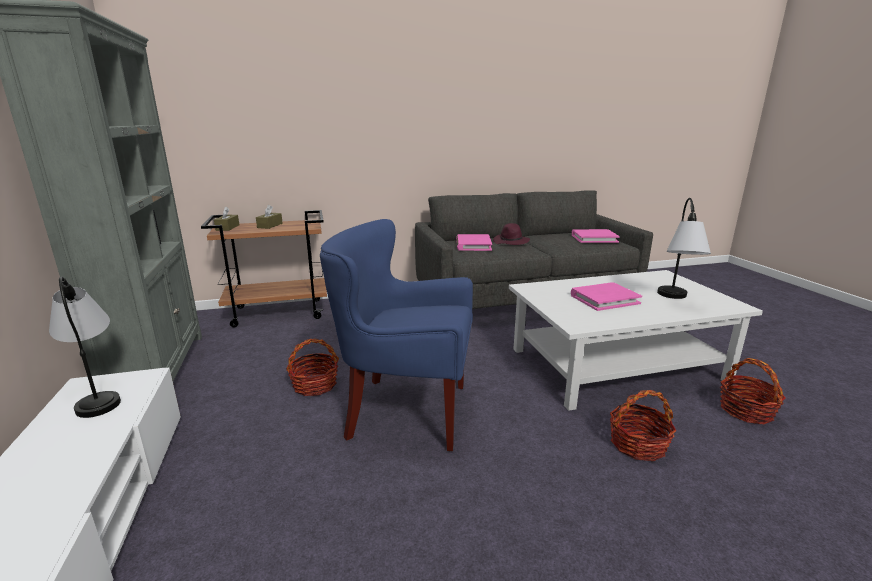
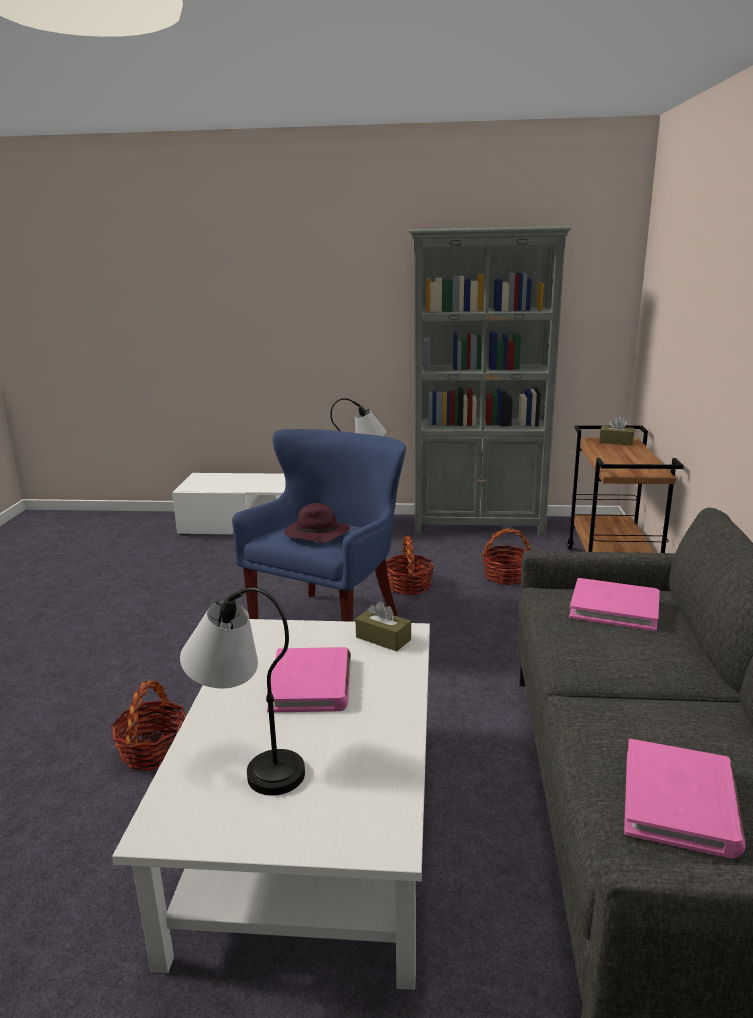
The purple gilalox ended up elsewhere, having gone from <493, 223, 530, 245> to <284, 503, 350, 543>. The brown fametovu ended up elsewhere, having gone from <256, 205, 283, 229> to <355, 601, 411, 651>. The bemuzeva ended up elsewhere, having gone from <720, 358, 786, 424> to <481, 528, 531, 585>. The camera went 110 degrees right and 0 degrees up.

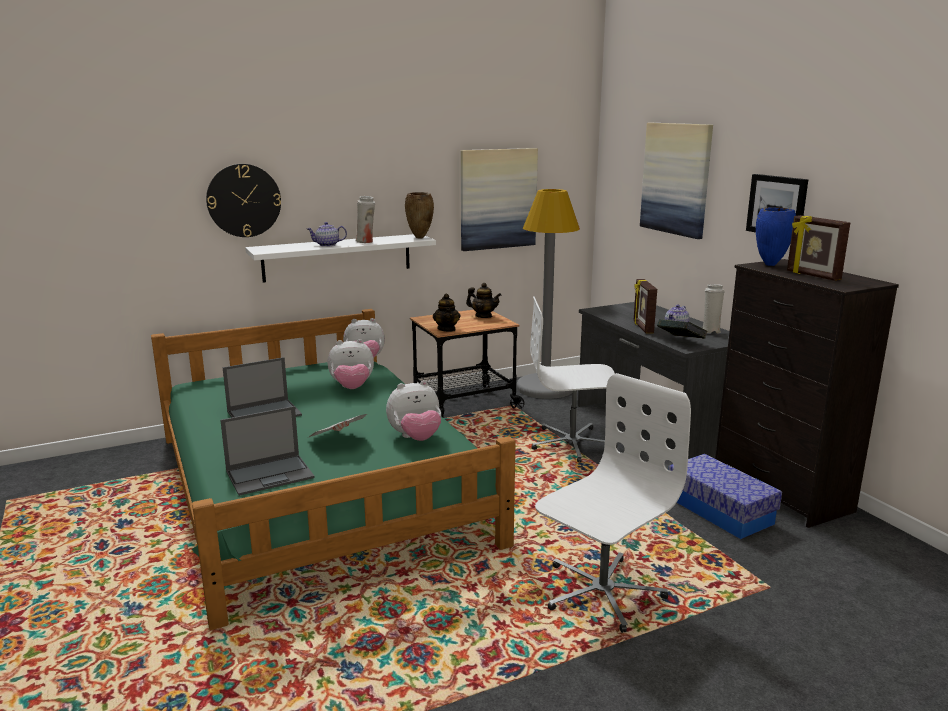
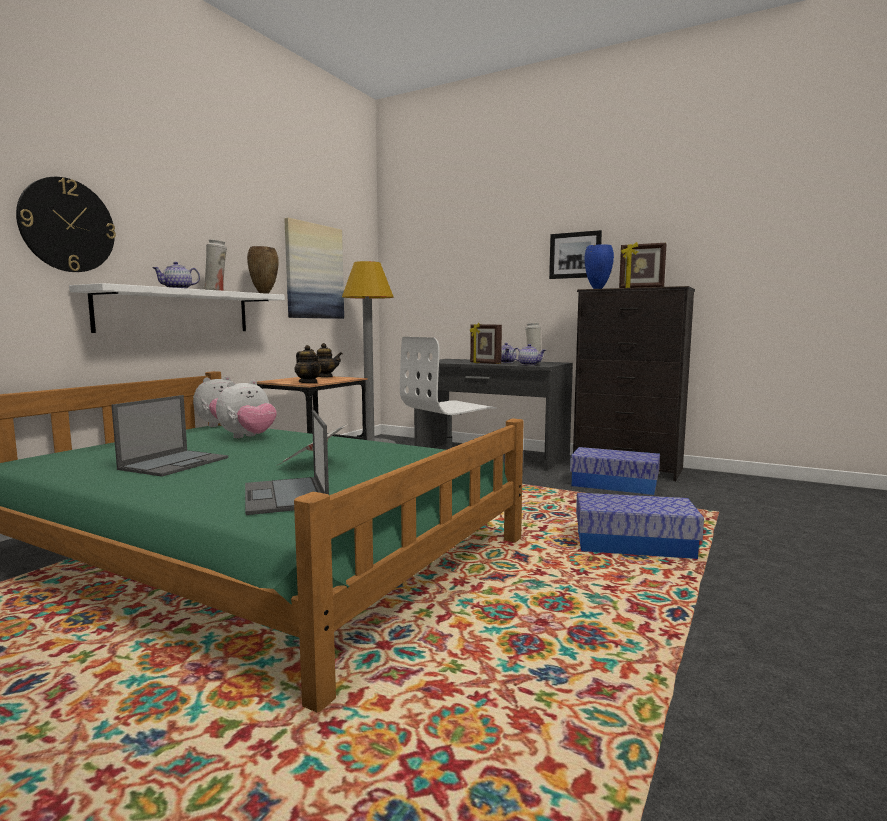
The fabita at <220, 406, 315, 496> ended up facing another way, 135 degrees clockwise from before. Where the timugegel stood at <657, 319, 708, 339>, the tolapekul came to stand at <512, 344, 546, 366>. Where the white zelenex stood at <535, 373, 691, 633>, the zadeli came to stand at <576, 493, 704, 559>. The second view lost the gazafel at <386, 380, 441, 441>. The second view lost the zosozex at <640, 123, 713, 239>. The camera went 35 degrees left and 10 degrees down.

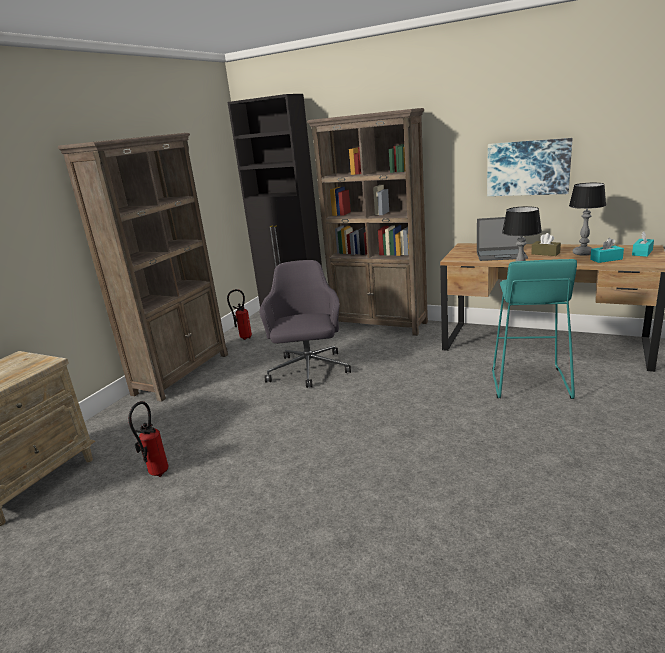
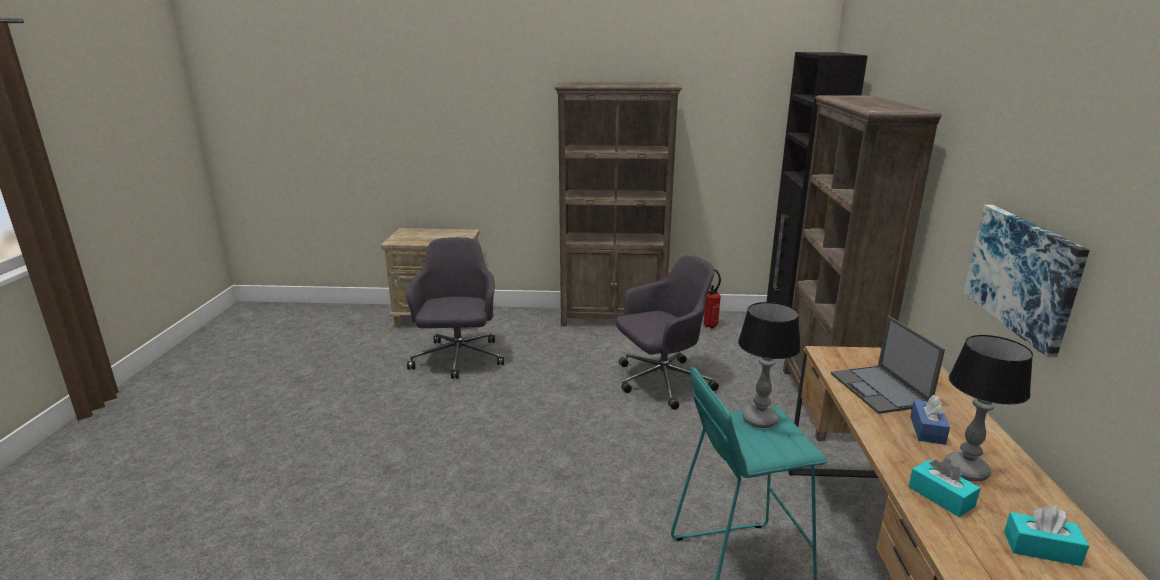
Where the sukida stood at <128, 401, 169, 477>, the grey zelenex came to stand at <405, 237, 504, 379>. What was the brown fametovu at <531, 233, 561, 256> turned into the blue fametovu at <910, 395, 950, 445>. The camera went 65 degrees right and 0 degrees up.

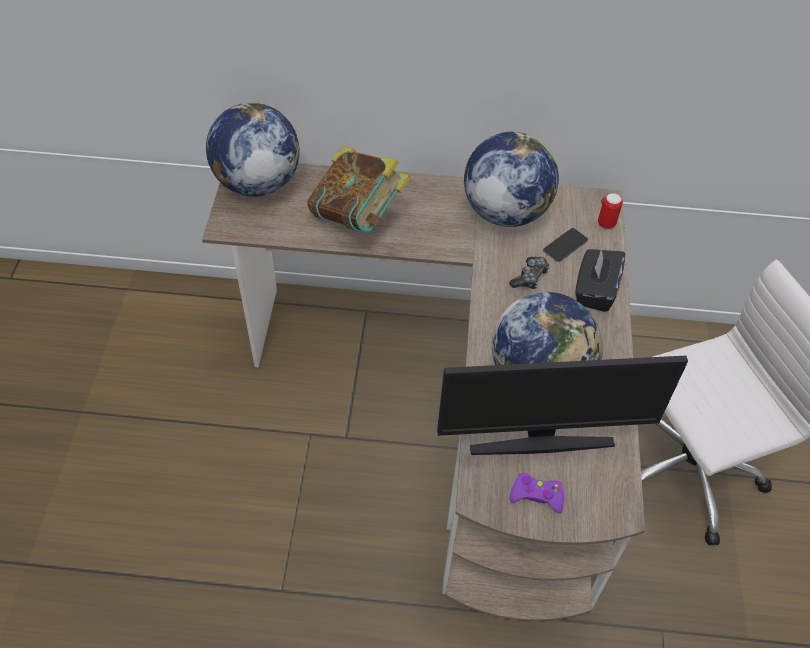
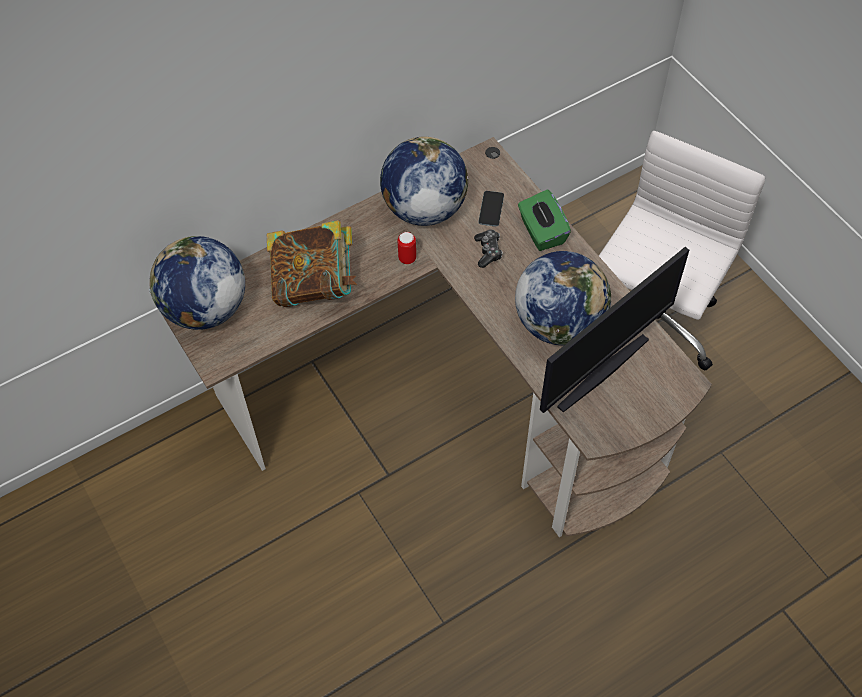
The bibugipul ended up elsewhere, having gone from <598, 193, 623, 229> to <398, 232, 416, 264>. What was the black fametovu at <575, 248, 625, 312> turned into the green fametovu at <518, 189, 571, 251>. The second view lost the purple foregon at <509, 473, 564, 513>. The camera went 35 degrees left and 5 degrees up.

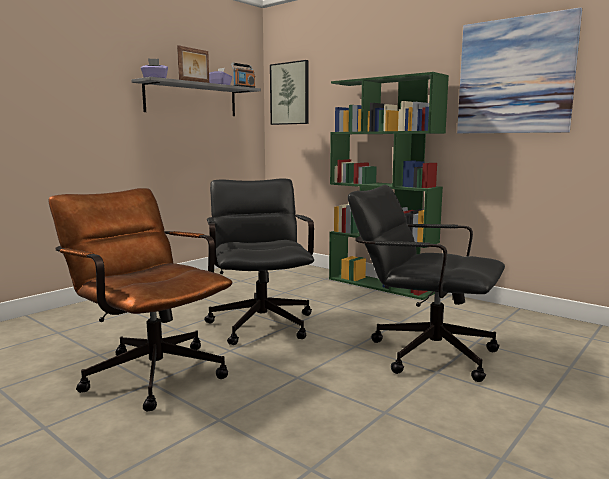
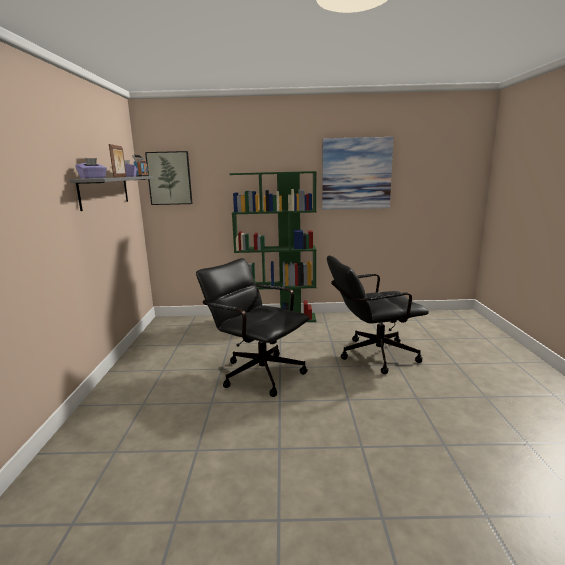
The second view lost the brown zelenex at <49, 188, 232, 412>. The camera went 40 degrees left and 5 degrees up.

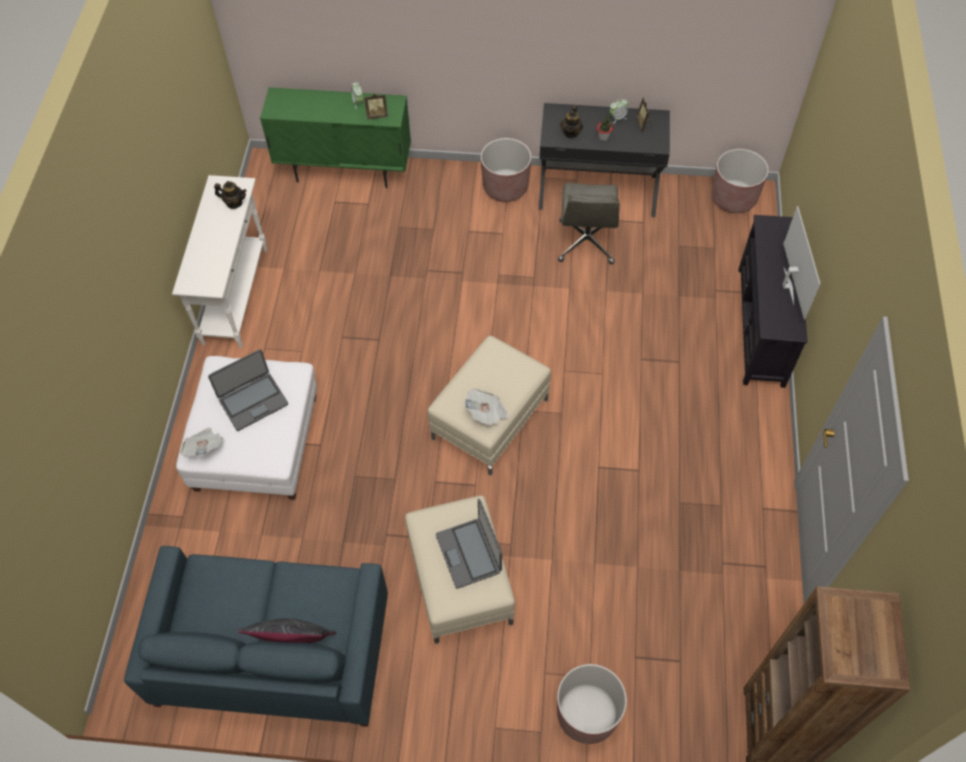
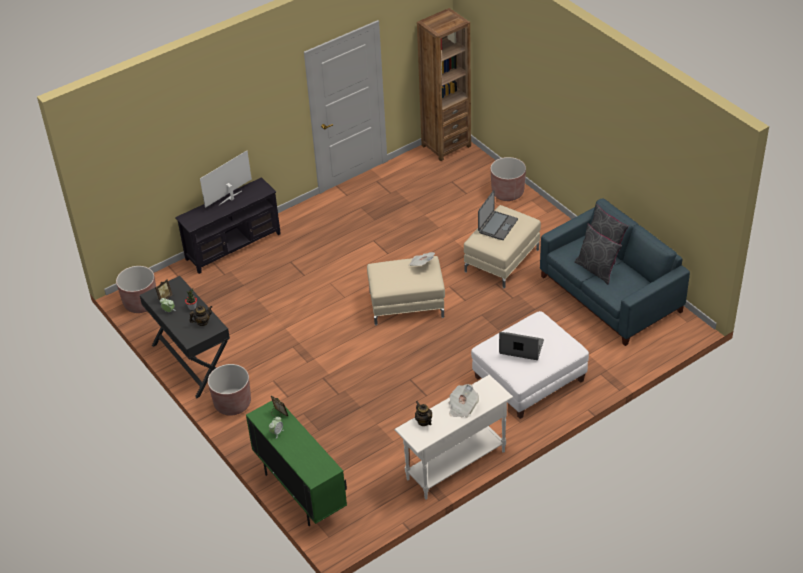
The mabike ended up elsewhere, having gone from <180, 428, 223, 457> to <448, 384, 479, 418>. The second view gained the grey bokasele at <575, 224, 622, 285>. The second view lost the grey zelenex at <558, 183, 620, 264>. The camera went 130 degrees left and 15 degrees down.

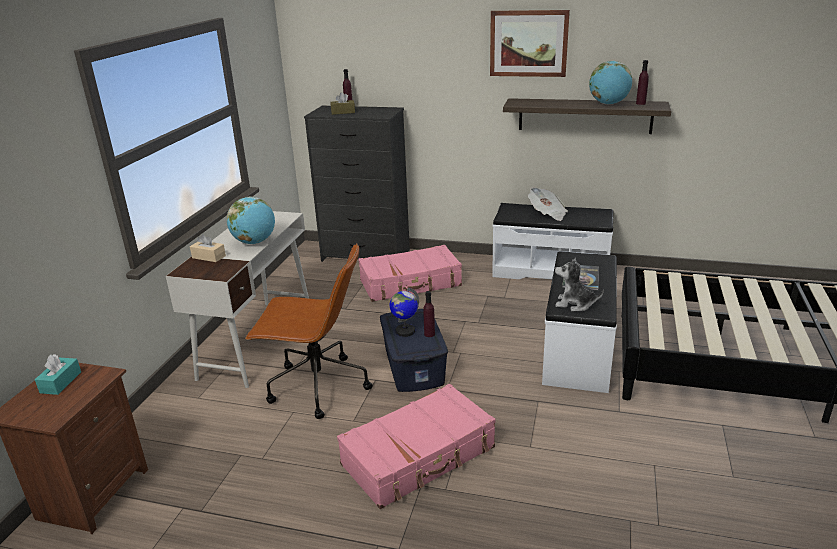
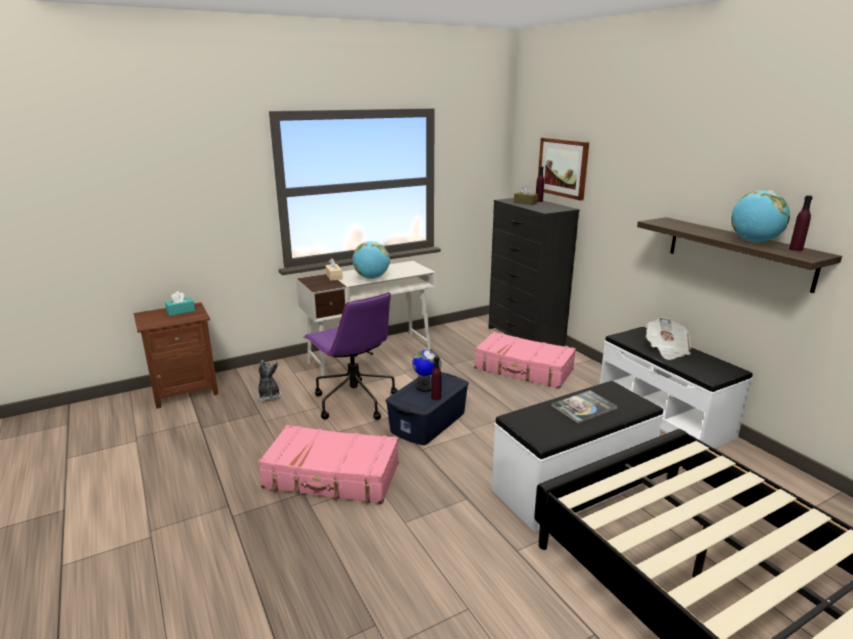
The gazafel ended up elsewhere, having gone from <555, 258, 604, 312> to <257, 360, 282, 402>. What was the brown zelenex at <245, 244, 373, 419> turned into the purple zelenex at <303, 292, 398, 420>. The zosozex ended up elsewhere, having gone from <490, 10, 570, 77> to <538, 138, 589, 201>. The camera went 45 degrees right and 5 degrees down.

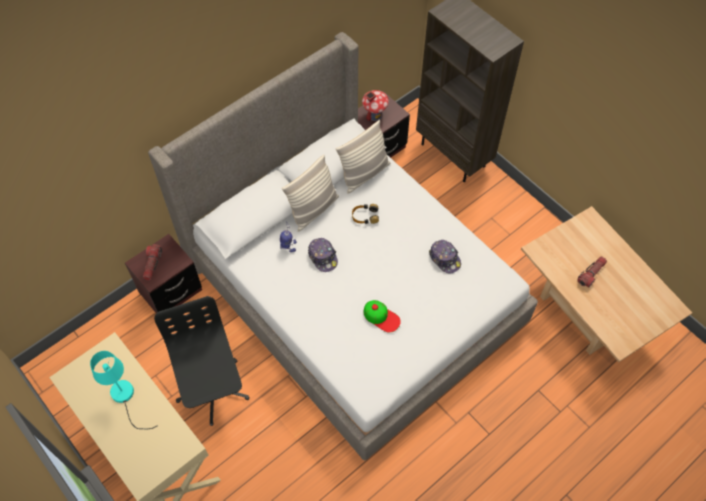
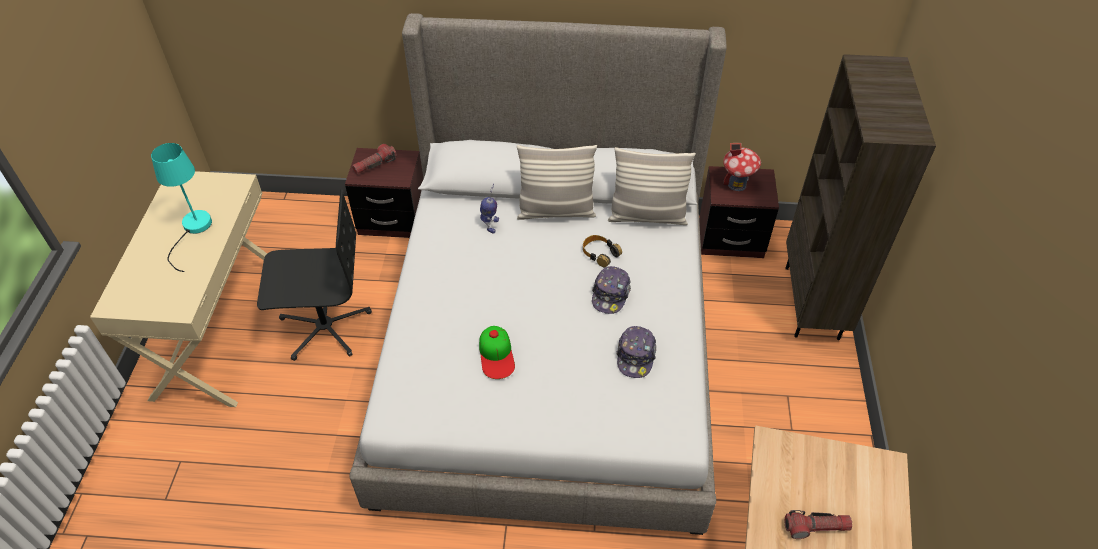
The black zelenex at <154, 296, 249, 426> ended up facing another way, 60 degrees clockwise from before. The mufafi ended up elsewhere, having gone from <308, 238, 338, 272> to <592, 266, 631, 314>. The camera went 45 degrees right and 10 degrees down.

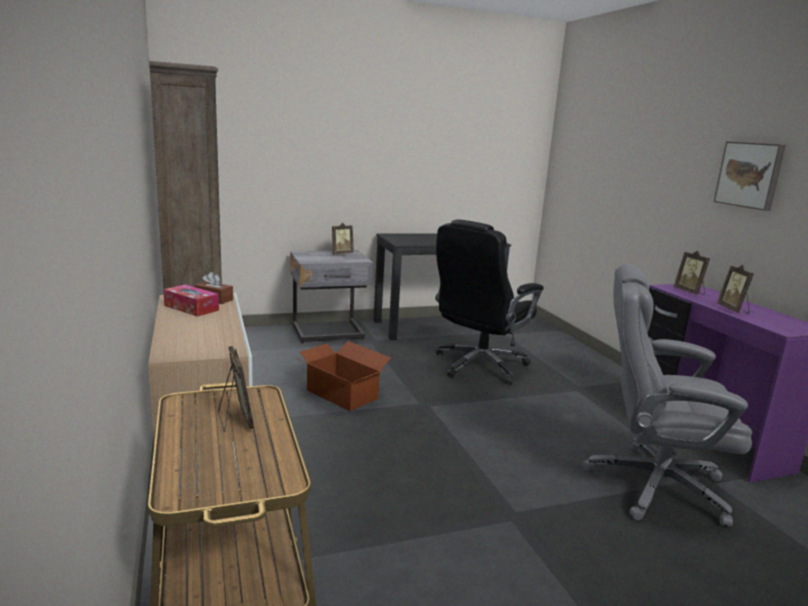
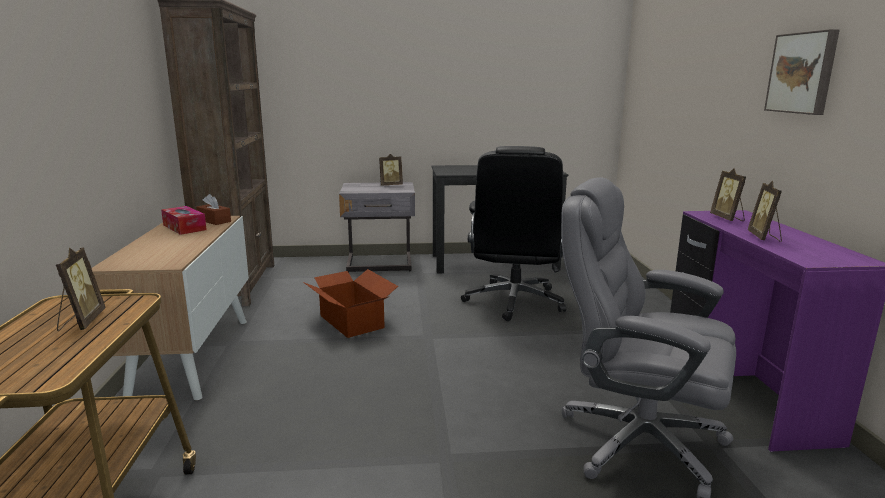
The black zelenex at <435, 219, 544, 385> ended up facing another way, 45 degrees counterclockwise from before. The camera went 15 degrees right and 0 degrees up.

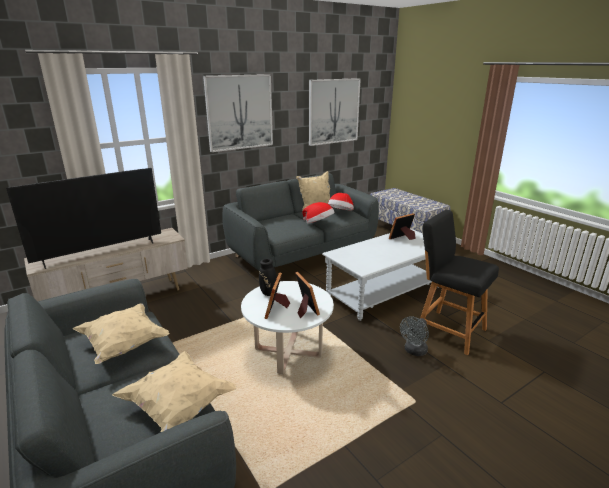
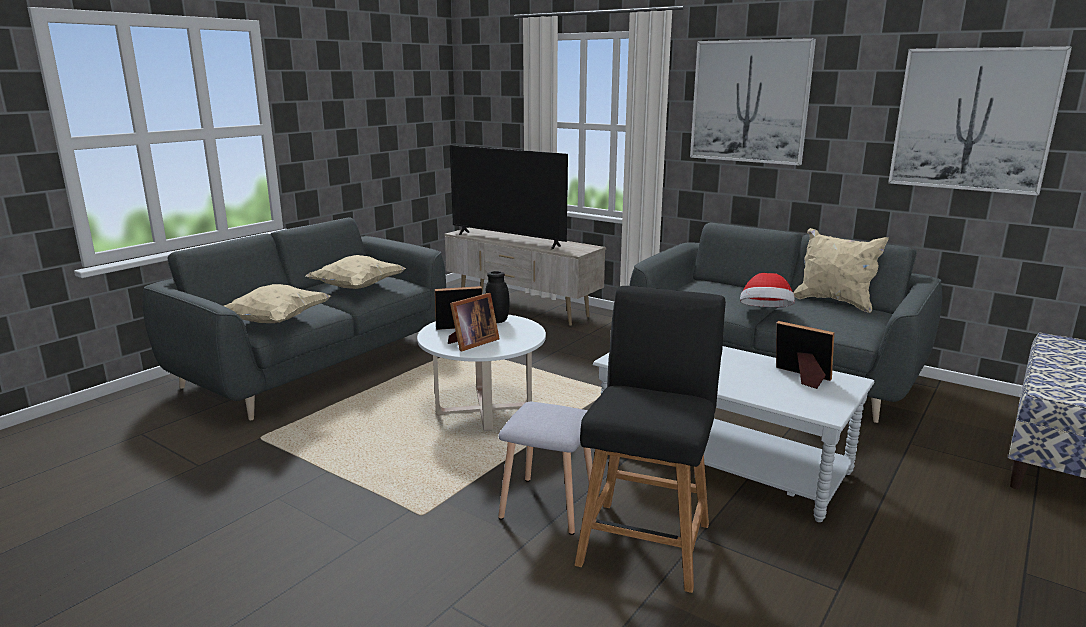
Where the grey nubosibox stood at <400, 316, 429, 356>, the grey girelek came to stand at <498, 402, 593, 535>. The second view lost the gilalox at <328, 193, 354, 211>. The camera went 70 degrees right and 5 degrees down.

